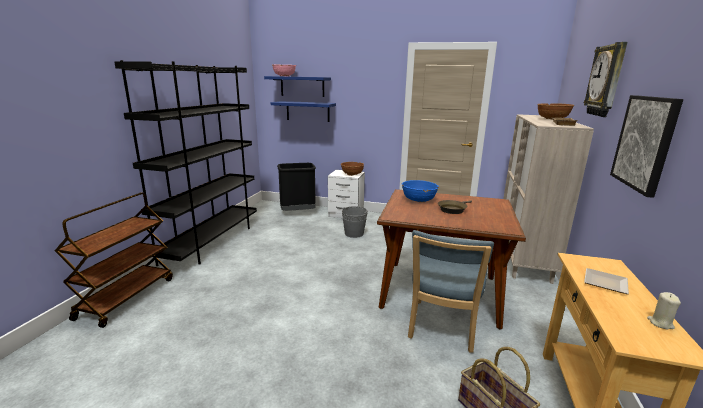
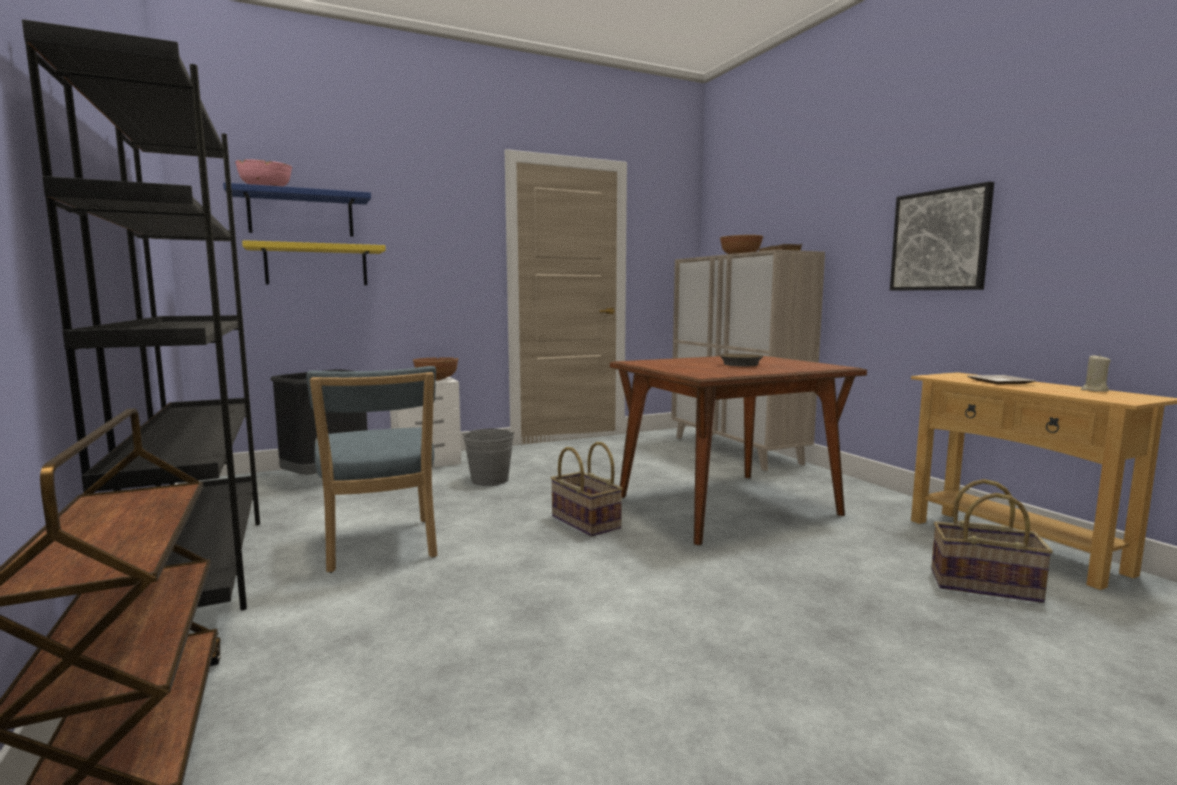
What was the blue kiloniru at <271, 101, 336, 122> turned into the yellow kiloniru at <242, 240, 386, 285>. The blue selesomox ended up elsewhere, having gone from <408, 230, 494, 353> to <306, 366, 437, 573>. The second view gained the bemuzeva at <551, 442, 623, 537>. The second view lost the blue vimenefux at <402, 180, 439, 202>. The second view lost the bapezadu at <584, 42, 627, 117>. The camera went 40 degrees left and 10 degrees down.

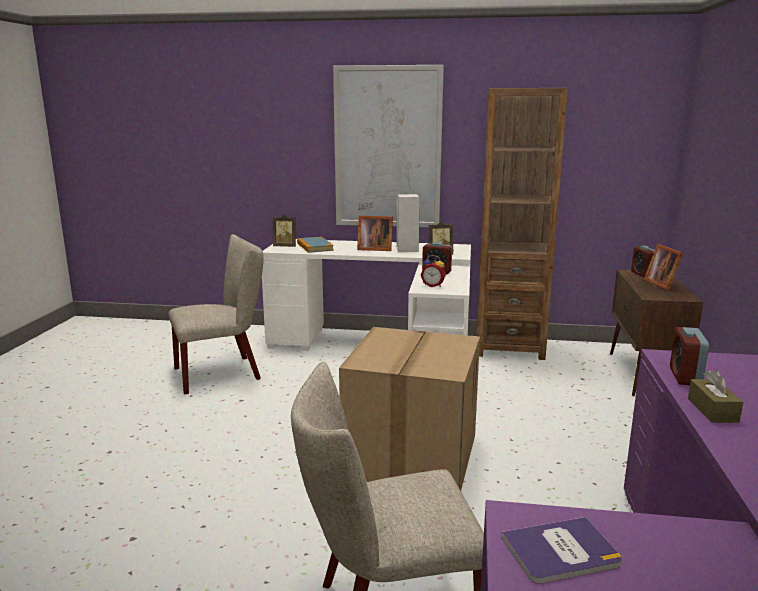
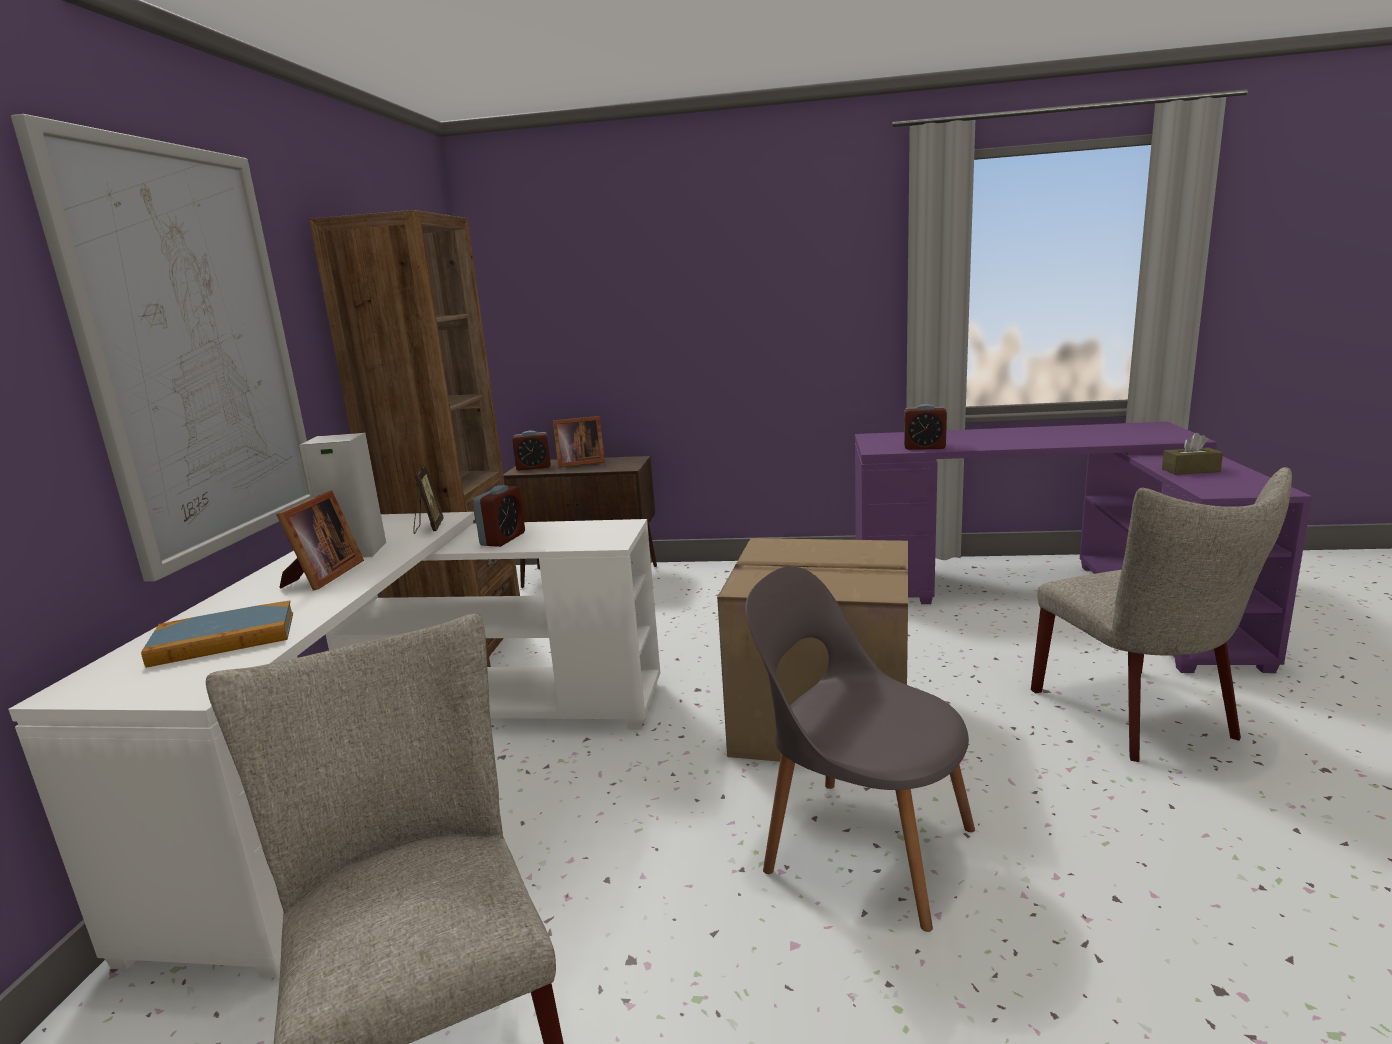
The second view gained the grey selesomox at <745, 566, 975, 932>. The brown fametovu ended up elsewhere, having gone from <688, 369, 743, 423> to <1162, 433, 1223, 475>. The second view lost the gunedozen at <273, 214, 296, 247>. The second view lost the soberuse at <421, 255, 446, 287>. The second view lost the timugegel at <501, 517, 622, 584>. The camera went 90 degrees left and 0 degrees up.

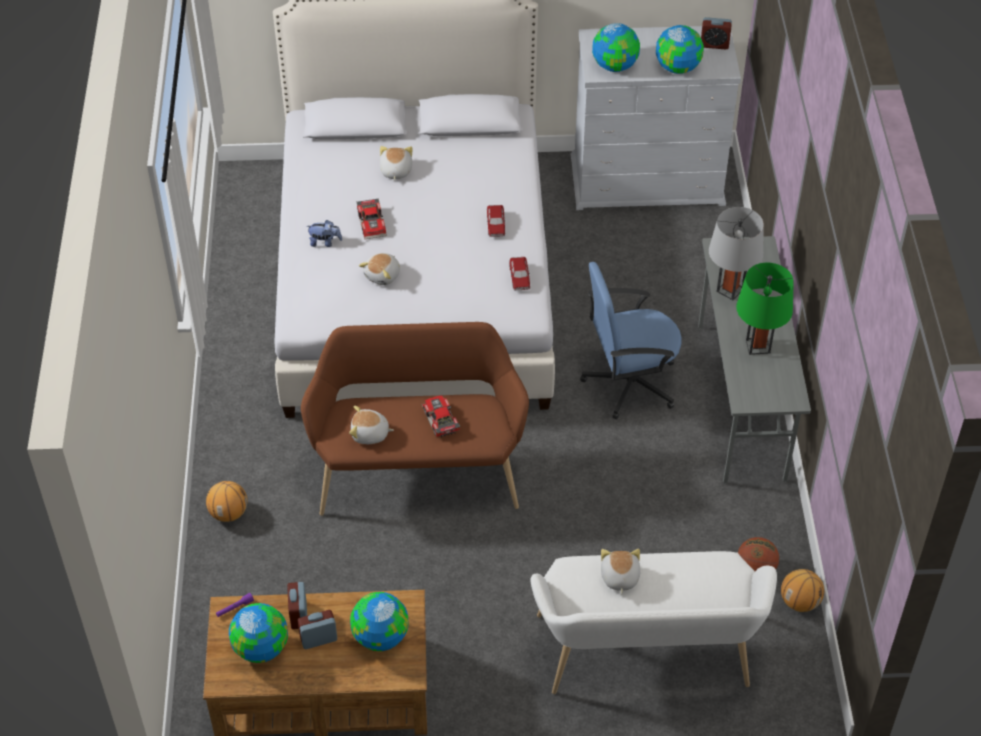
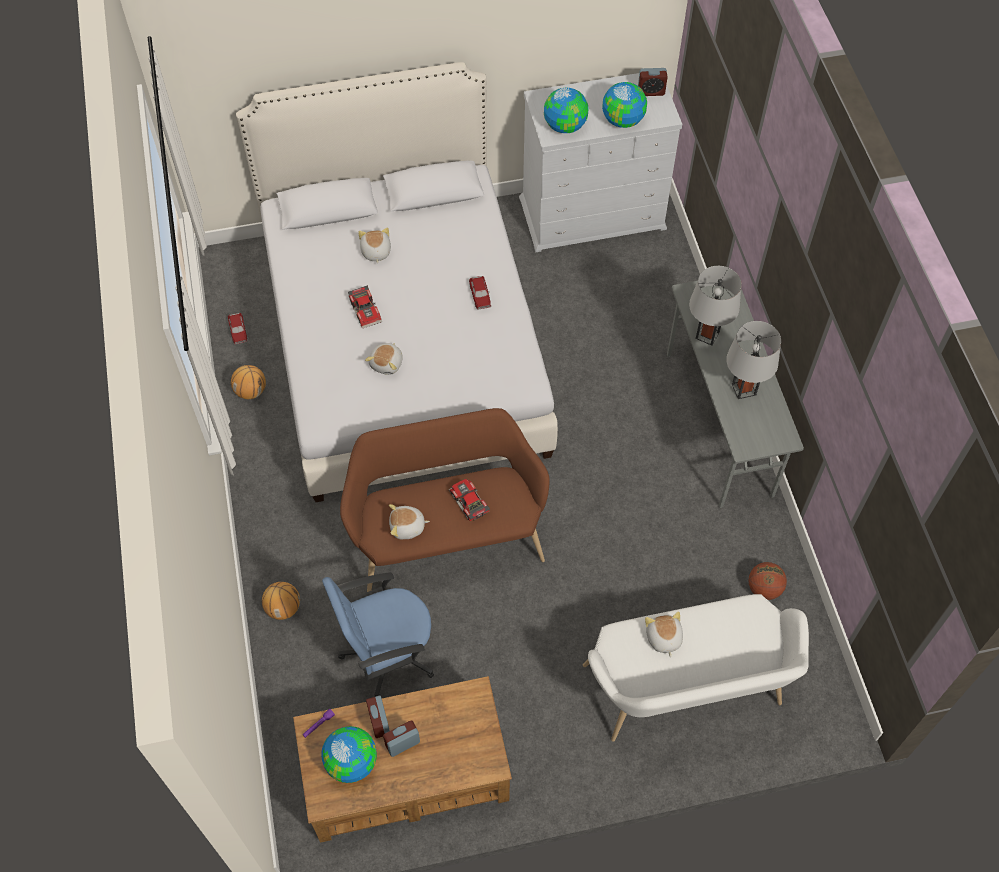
The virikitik ended up elsewhere, having gone from <509, 257, 530, 290> to <228, 313, 247, 344>. The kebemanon ended up elsewhere, having gone from <781, 569, 824, 612> to <231, 365, 266, 399>. The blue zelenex ended up elsewhere, having gone from <580, 262, 682, 419> to <322, 572, 434, 697>. What was the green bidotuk at <736, 263, 794, 355> turned into the grey bidotuk at <726, 321, 781, 399>. The second view lost the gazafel at <306, 220, 342, 247>. The second view lost the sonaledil at <350, 592, 408, 651>. The camera went 10 degrees left and 10 degrees up.

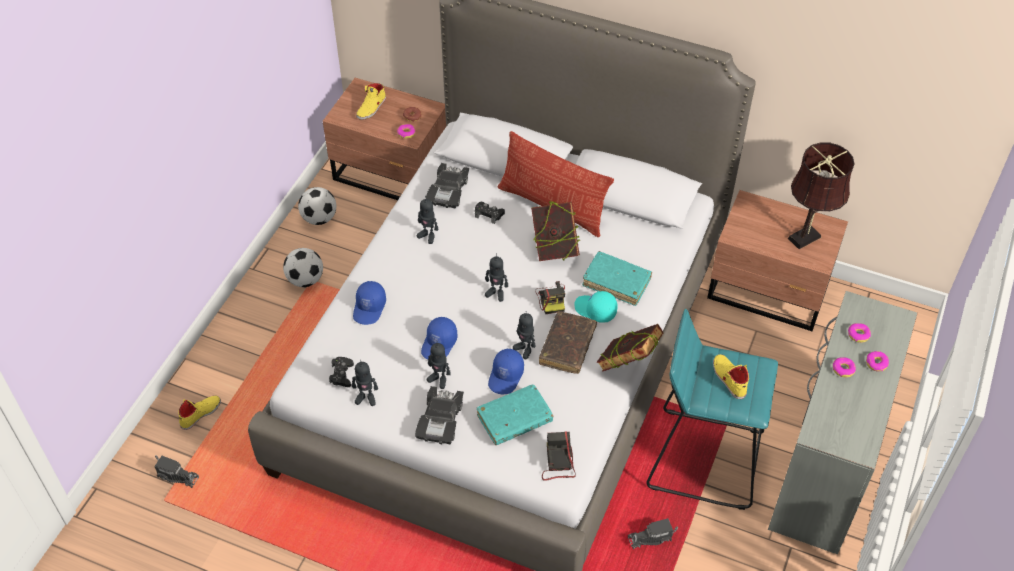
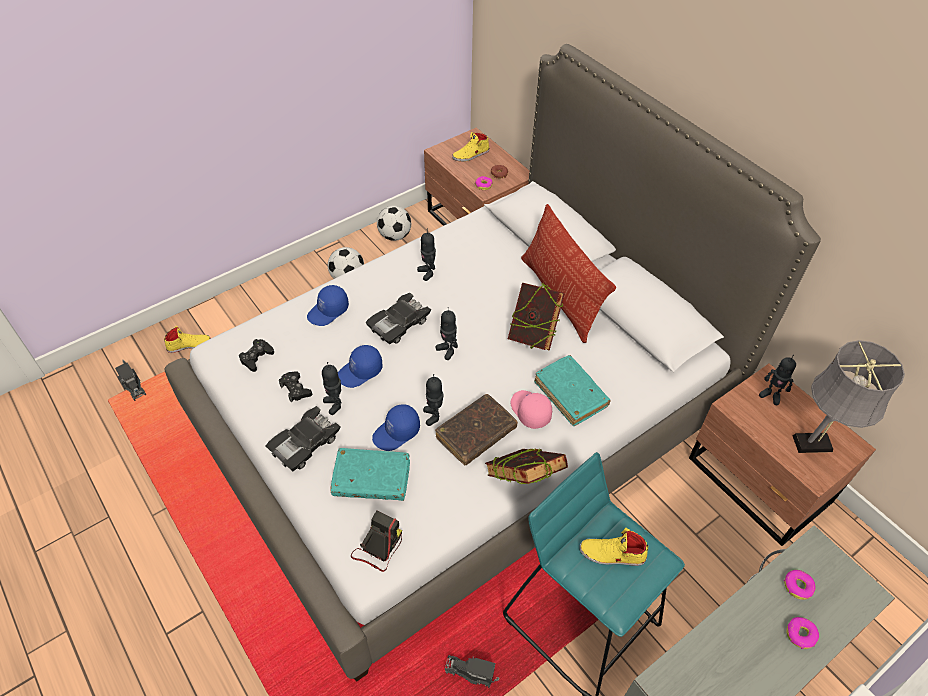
The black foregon ended up elsewhere, having gone from <475, 202, 505, 224> to <279, 371, 312, 403>. The black virikitik ended up elsewhere, having gone from <426, 163, 469, 209> to <366, 292, 431, 345>. What was the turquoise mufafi at <574, 291, 618, 323> turned into the pink mufafi at <510, 390, 552, 429>. The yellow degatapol at <713, 354, 749, 399> ended up facing another way, 90 degrees counterclockwise from before. The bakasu ended up elsewhere, having gone from <352, 360, 378, 406> to <759, 355, 796, 405>. What was the brown bidotuk at <788, 142, 854, 249> turned into the grey bidotuk at <793, 340, 905, 453>. The second view lost the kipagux at <535, 281, 565, 314>. The second view lost the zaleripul at <833, 357, 856, 377>. The camera went 30 degrees right and 0 degrees up.

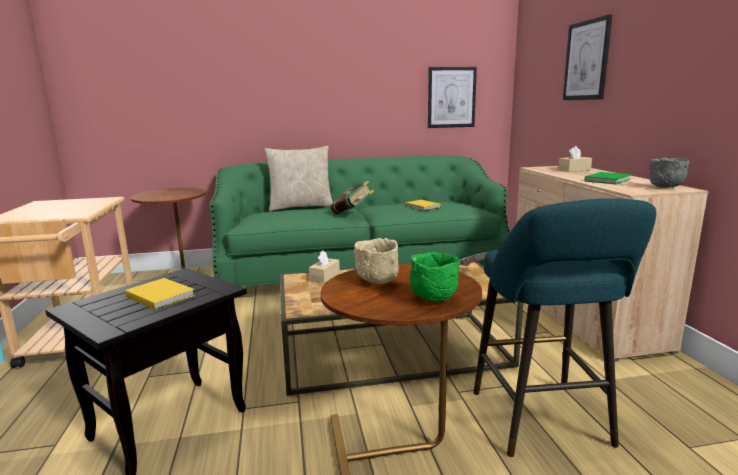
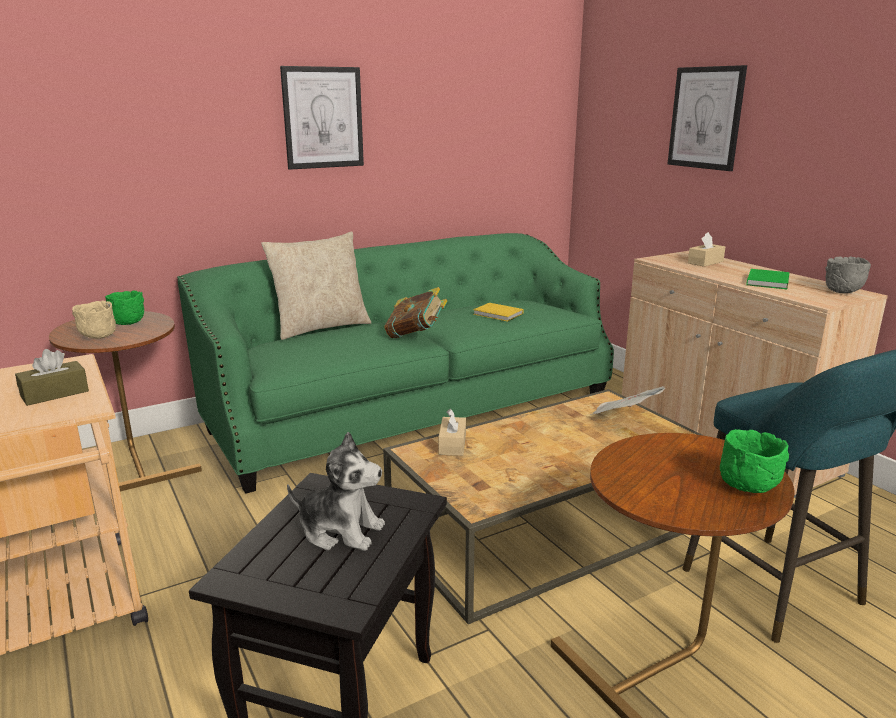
The second view gained the brown fametovu at <15, 349, 89, 406>. The beige vimenefux ended up elsewhere, having gone from <353, 238, 399, 284> to <72, 300, 116, 339>. The second view gained the green vimenefux at <105, 291, 144, 325>. The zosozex ended up elsewhere, having gone from <428, 67, 477, 128> to <280, 66, 364, 170>. Where the yellow timugegel stood at <125, 278, 195, 310>, the gazafel came to stand at <287, 432, 385, 551>. The camera went 20 degrees left and 5 degrees up.

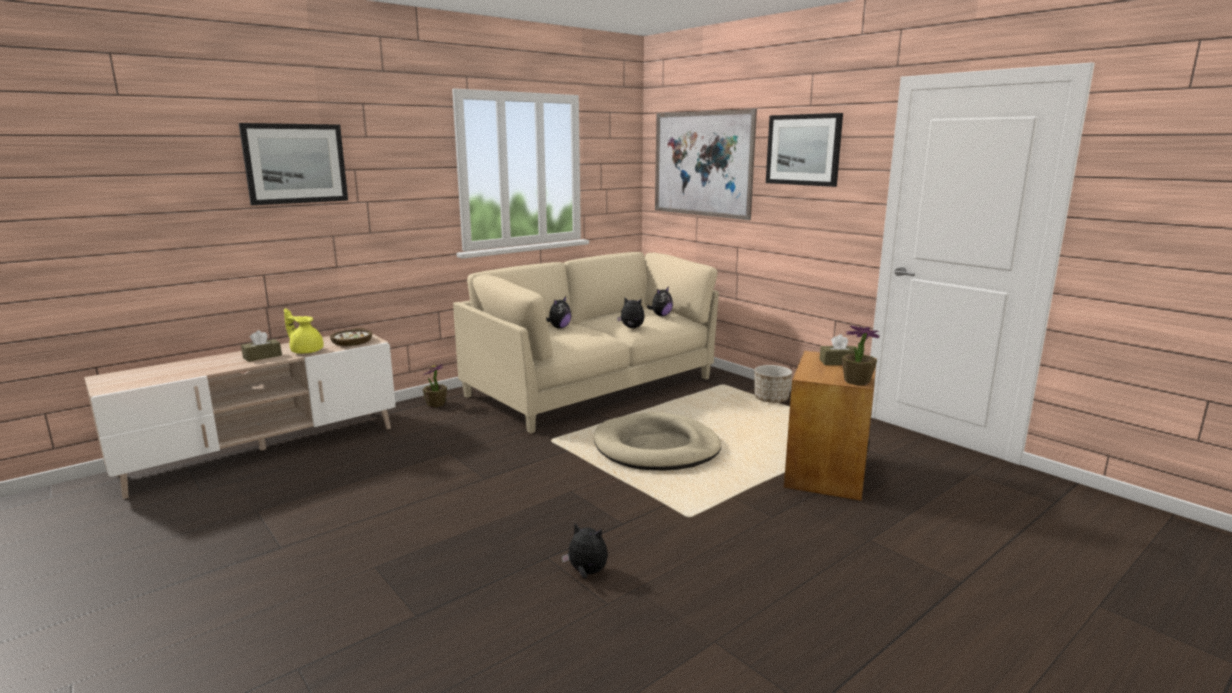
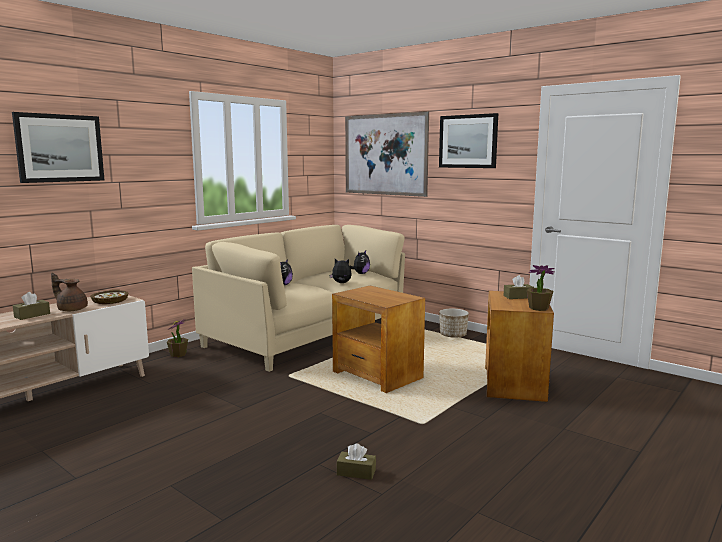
What was the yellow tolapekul at <284, 309, 324, 354> turned into the brown tolapekul at <51, 273, 88, 311>. Where the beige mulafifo stood at <594, 413, 721, 471>, the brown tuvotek came to stand at <332, 286, 425, 393>. Where the gazafel stood at <561, 523, 608, 578>, the brown fametovu came to stand at <337, 443, 376, 480>. The camera went 10 degrees left and 5 degrees down.

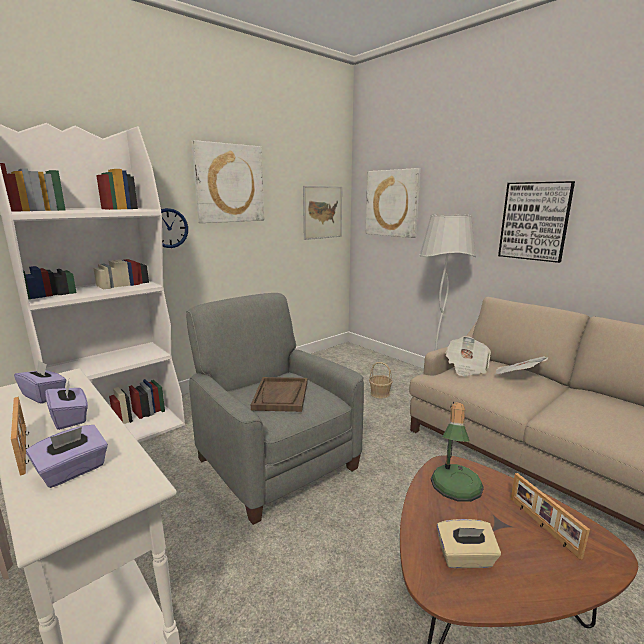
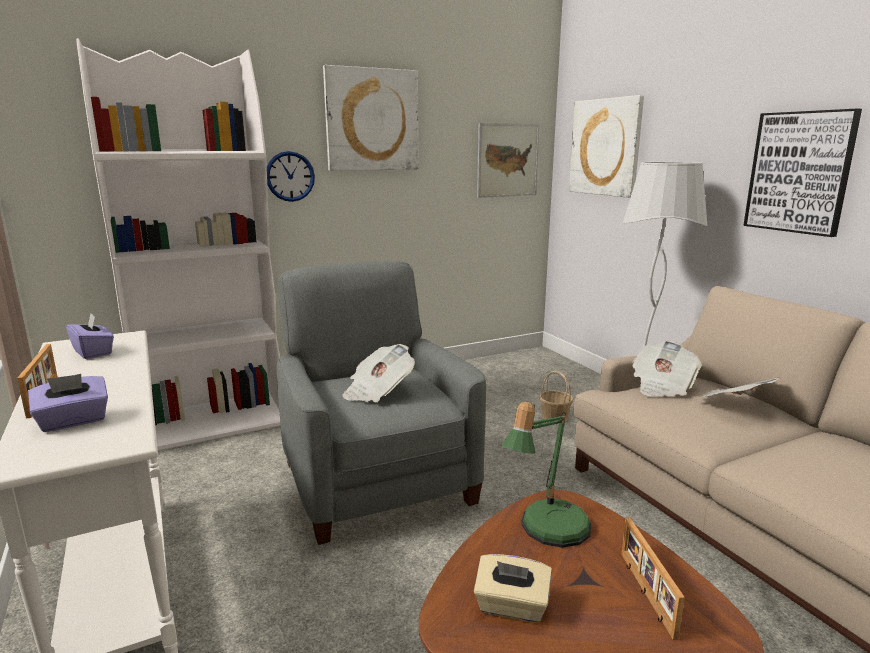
Where the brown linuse stood at <251, 377, 307, 412>, the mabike came to stand at <342, 344, 415, 402>. The second view lost the purple fametovu at <45, 380, 88, 430>. The camera went 15 degrees right and 0 degrees up.

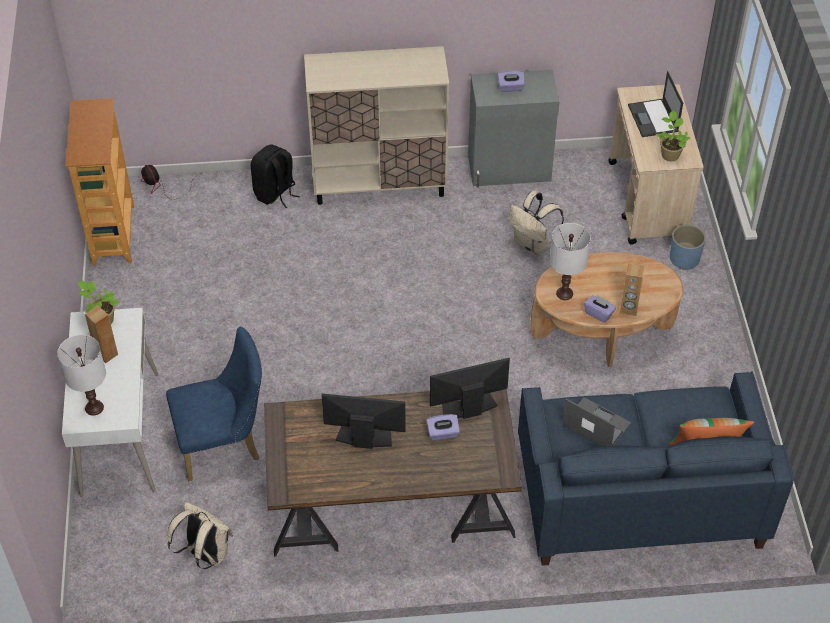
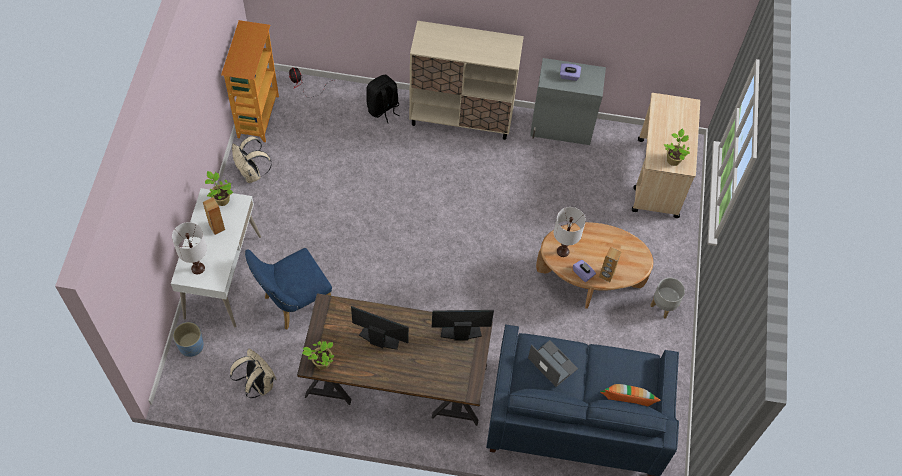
The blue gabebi ended up elsewhere, having gone from <670, 224, 706, 270> to <173, 322, 204, 357>. The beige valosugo ended up elsewhere, having gone from <509, 190, 564, 255> to <232, 136, 272, 183>. The blue selesomox at <166, 327, 262, 481> ended up facing another way, 150 degrees clockwise from before. The second view gained the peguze at <302, 341, 334, 370>. The second view gained the grey gabebi at <651, 278, 685, 318>. The second view lost the purple fametovu at <426, 414, 460, 441>. The second view lost the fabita at <628, 71, 683, 137>. The camera went 10 degrees right and 10 degrees up.

